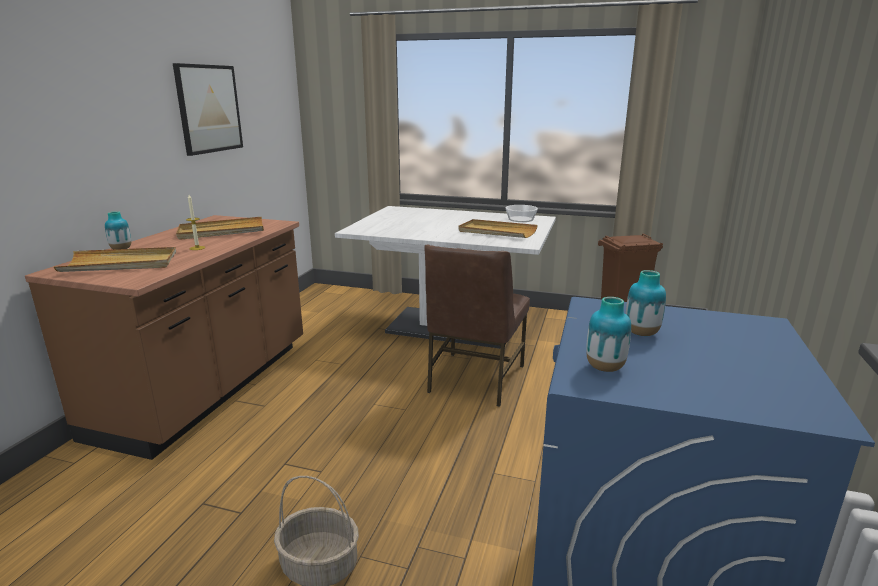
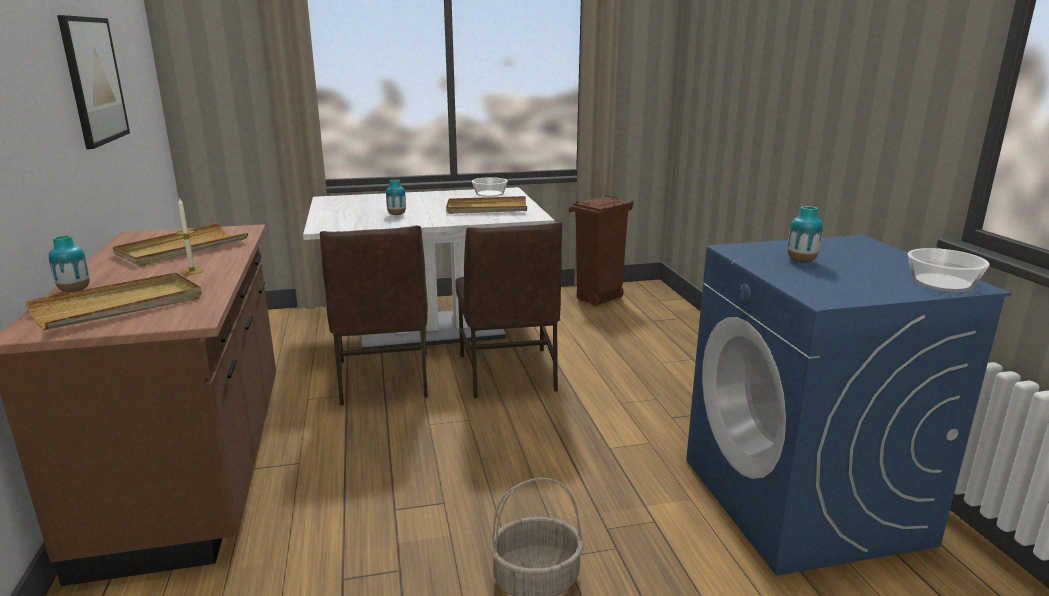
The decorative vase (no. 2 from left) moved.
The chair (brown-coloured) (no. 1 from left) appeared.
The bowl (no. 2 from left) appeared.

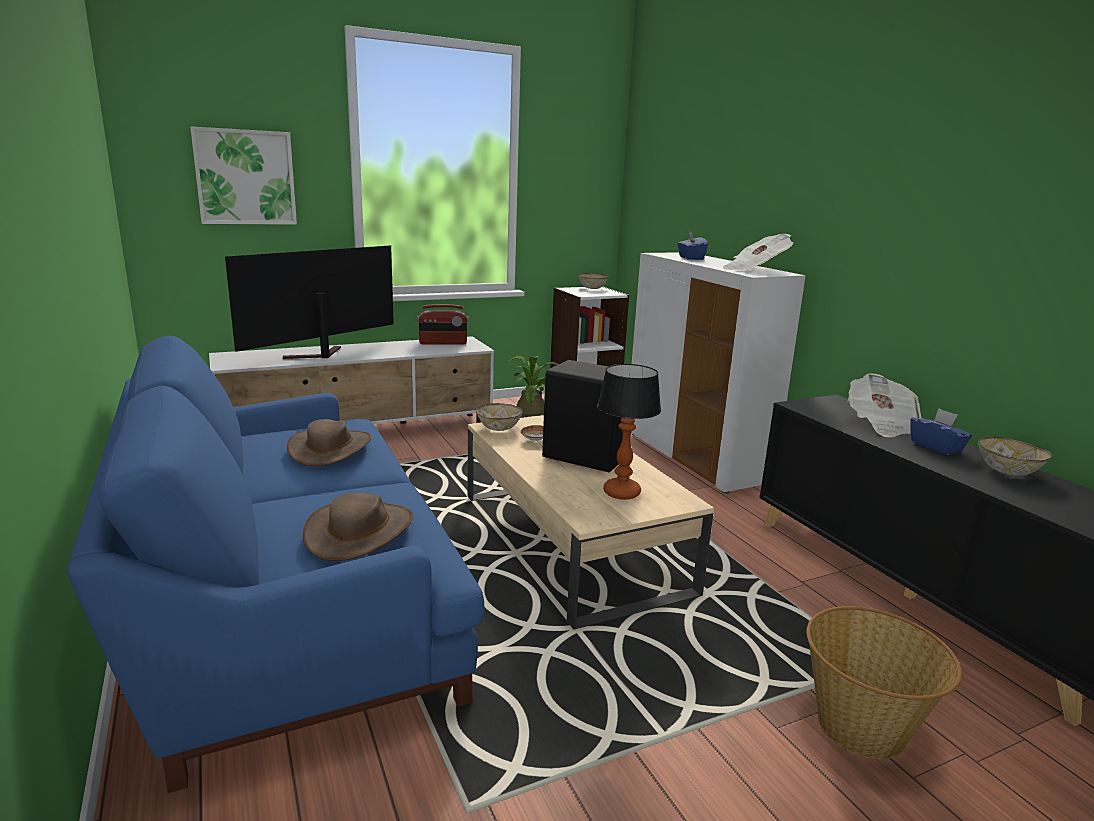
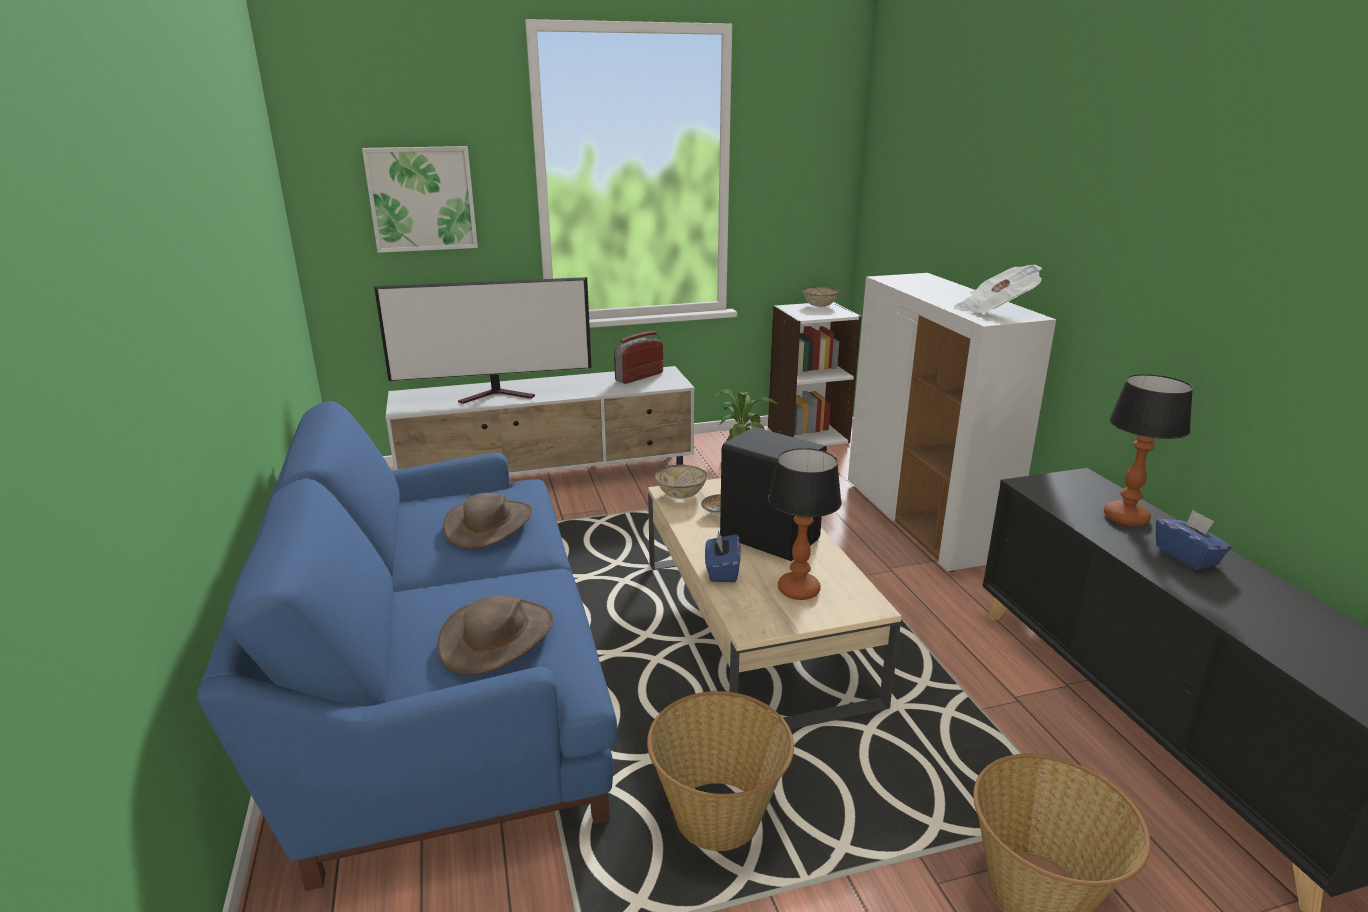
The television turned 150 degrees counterclockwise.
The radio turned 135 degrees clockwise.
The box of tissues (blue) (no. 1 from left) moved.
The daily paper (no. 2 from left) was replaced by the table lamp (no. 2 from left).
The bowl (no. 4 from left) disappeared.
The basket (no. 1 from left) appeared.

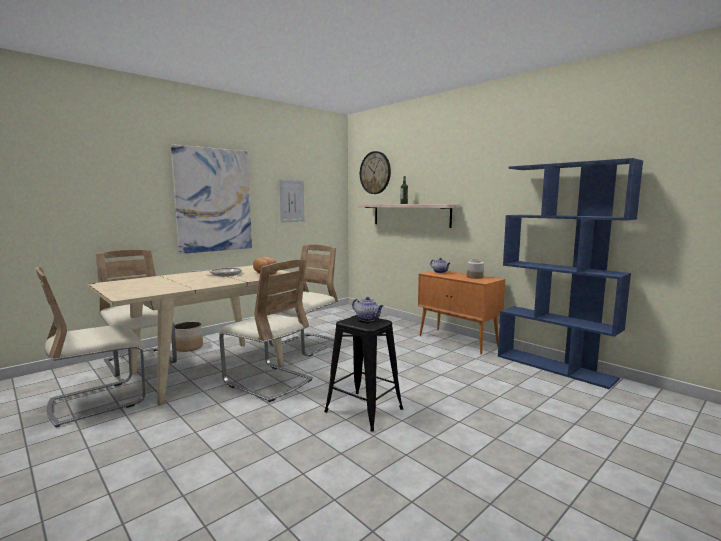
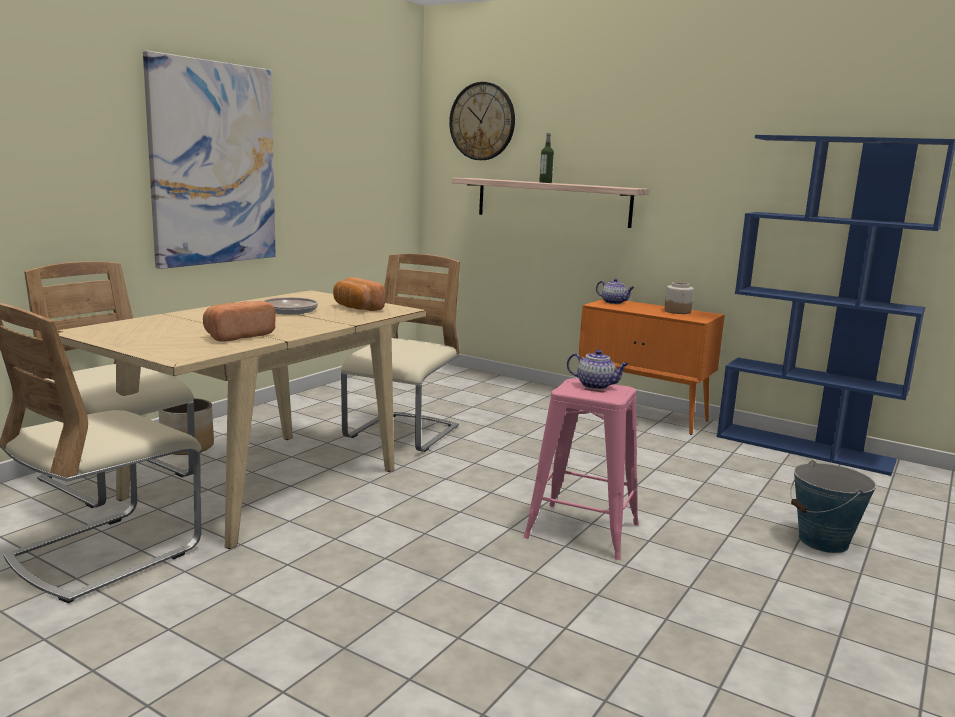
The chair (beige) (no. 3 from left) disappeared.
The wall art (no. 2 from left) disappeared.
The sitting stool (black-coloured) became the sitting stool (pinkish).
The baked bread (no. 1 from left) appeared.
The bucket appeared.

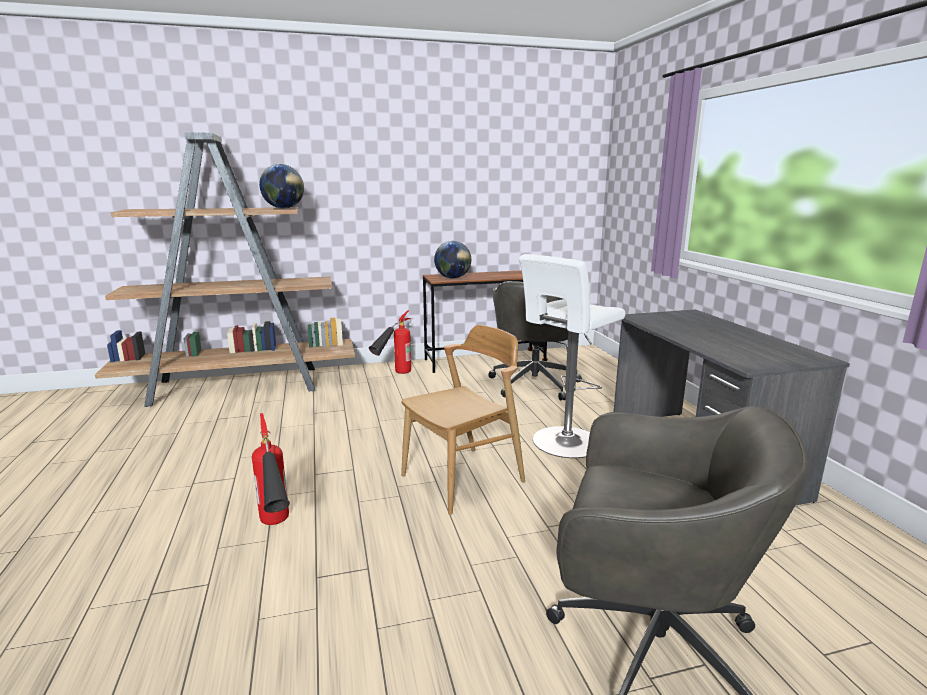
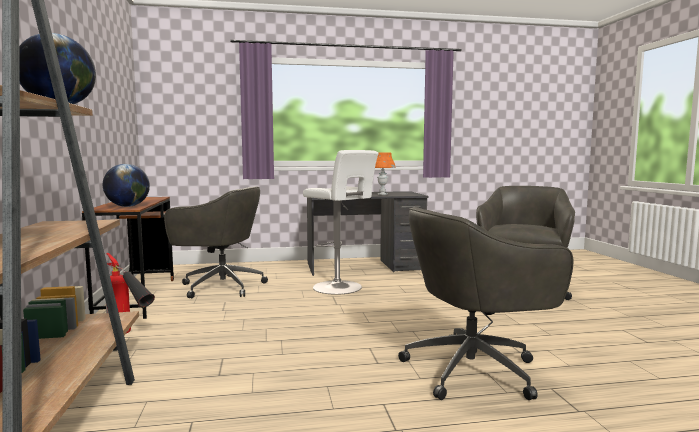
The fire-fighting cylinder (no. 1 from left) was replaced by the office chair (gray) (no. 2 from left).
The chair (brown-coloured) disappeared.
The table lamp (orange) appeared.

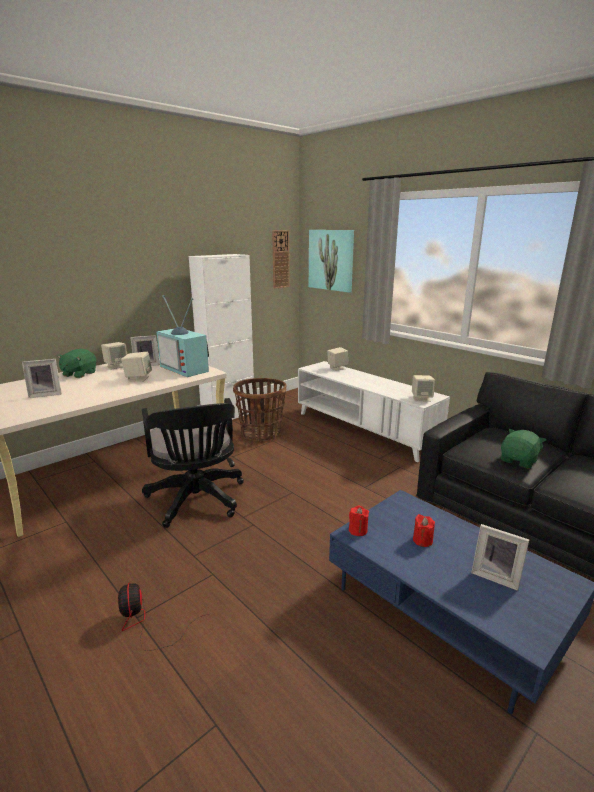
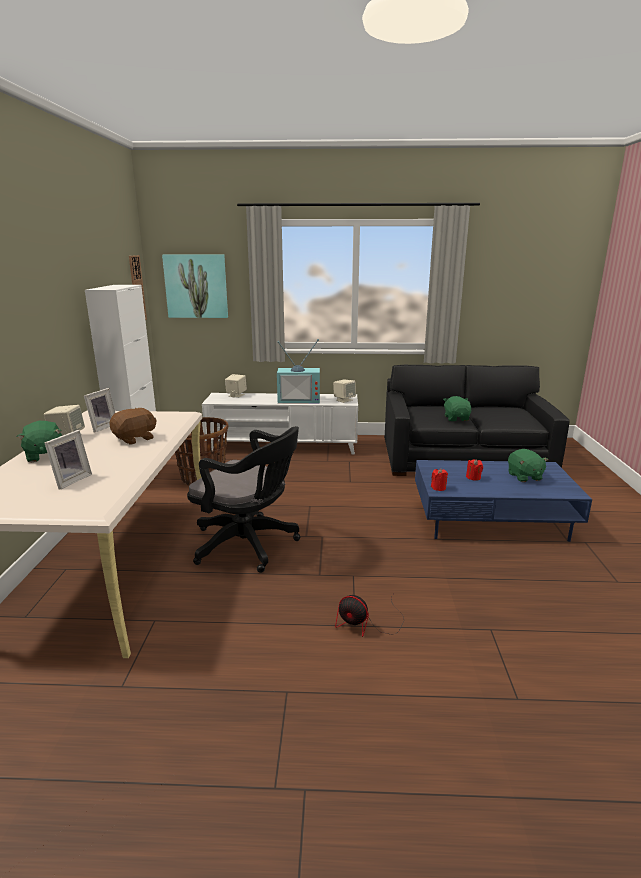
The loudspeaker (beige) (no. 2 from left) was replaced by the soft toy (brown-coloured).
The television moved.
The picture frame (no. 3 from left) was replaced by the soft toy (green) (no. 3 from left).

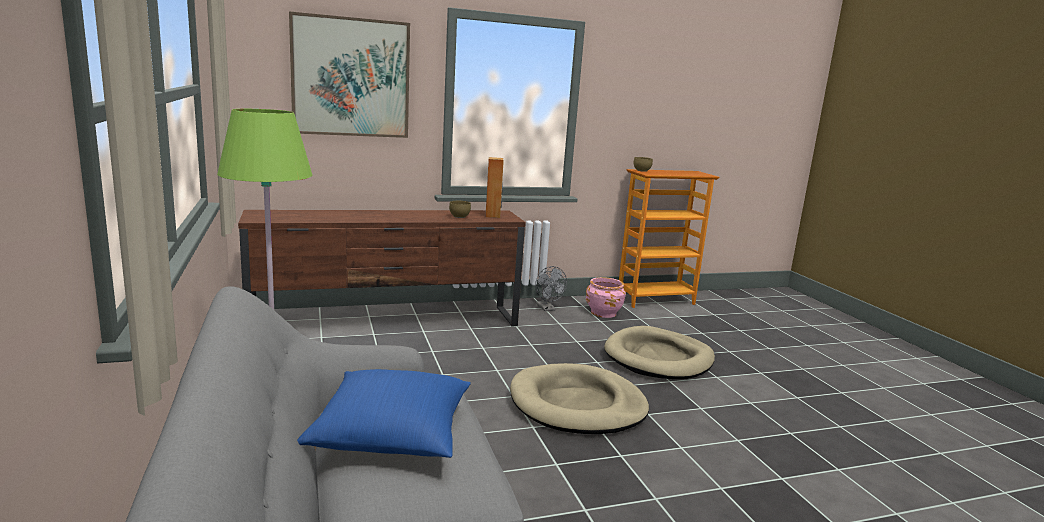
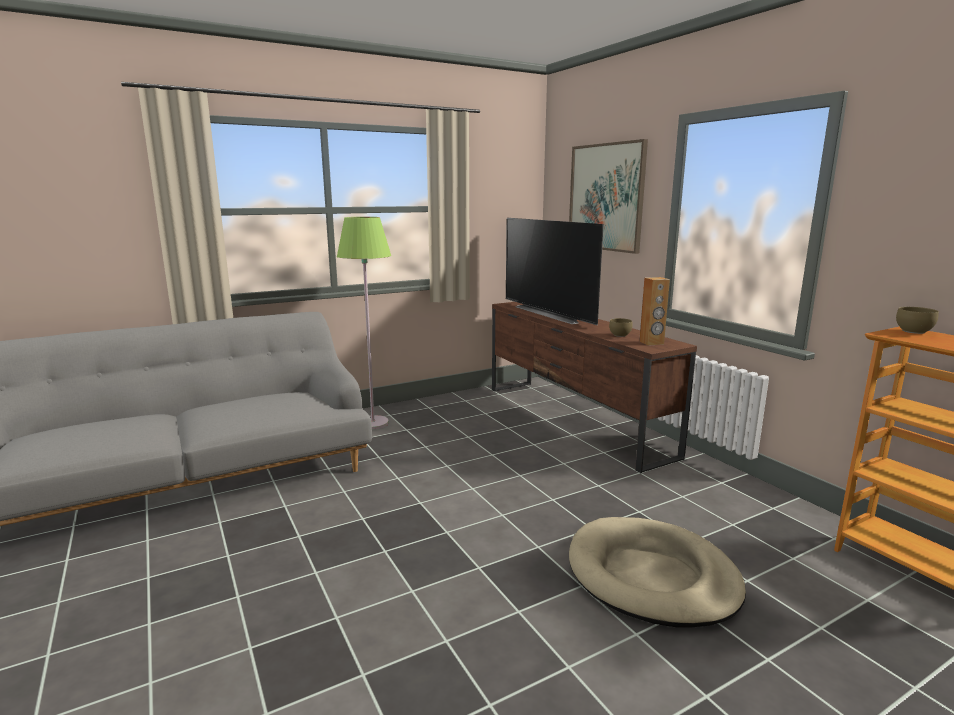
The pillow (blue) disappeared.
The dog cushion (beige) (no. 1 from left) disappeared.
The fan (gray) disappeared.
The planter (pinkish) disappeared.
The television appeared.

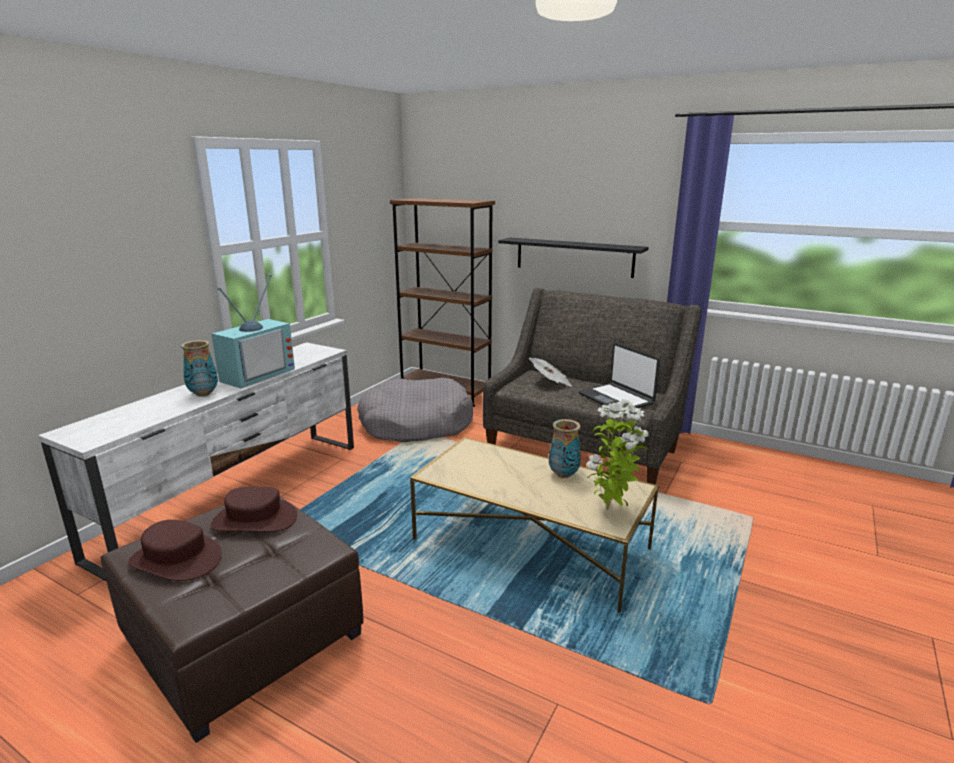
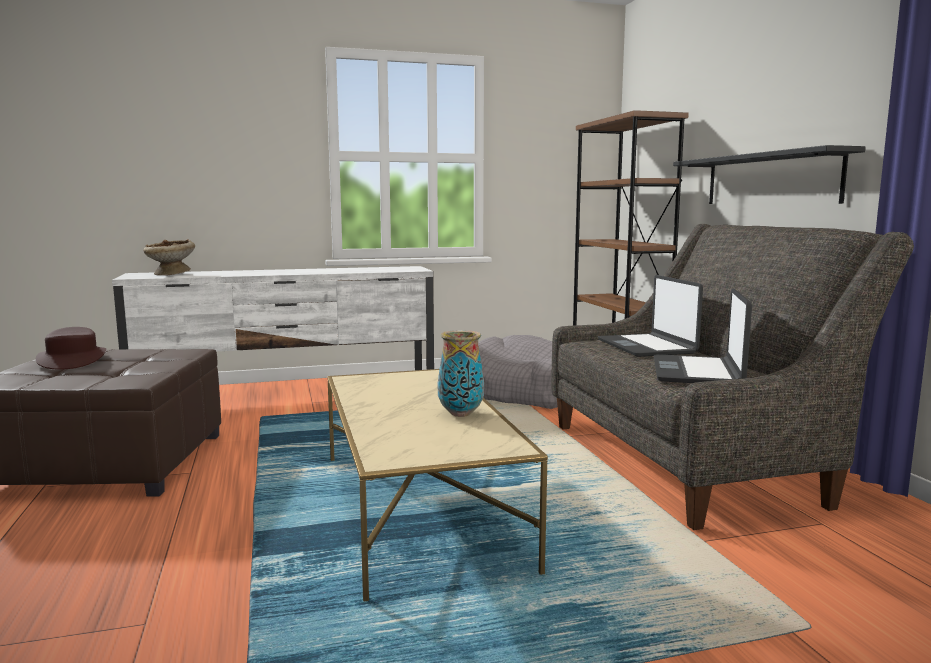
The decorative vase (no. 1 from left) disappeared.
The hat (brown-coloured) (no. 2 from left) disappeared.
The television disappeared.
The daily paper was replaced by the notebook computer (no. 1 from left).
The houseplant disappeared.
The bowl (beige) appeared.

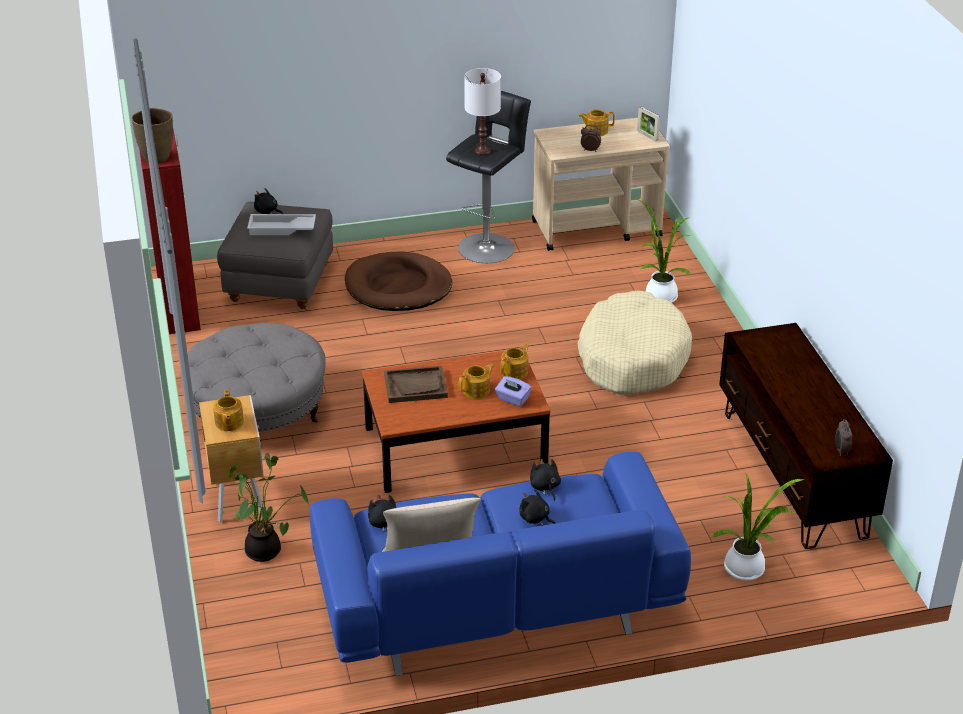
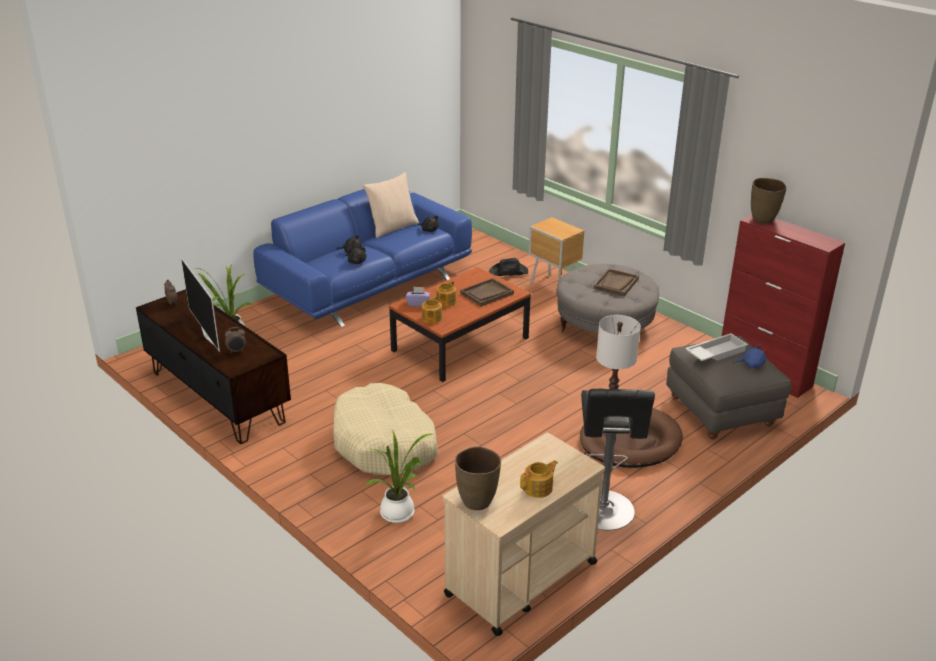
The pot for tea (no. 1 from left) disappeared.
The houseplant (no. 1 from left) was replaced by the hat (black-coloured).
The soft toy (black-coloured) (no. 1 from left) became the soft toy (blue).
The table clock (no. 1 from left in the first image) moved.
The picture frame was replaced by the decorative vase (brown-coloured) (no. 1 from left).
The television appeared.
The serving tray (brown-coloured) (no. 2 from left) appeared.

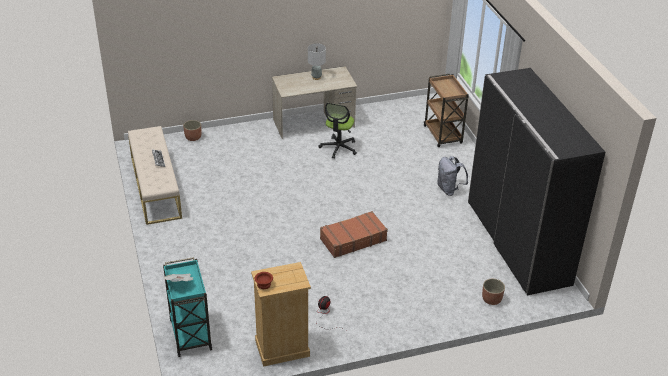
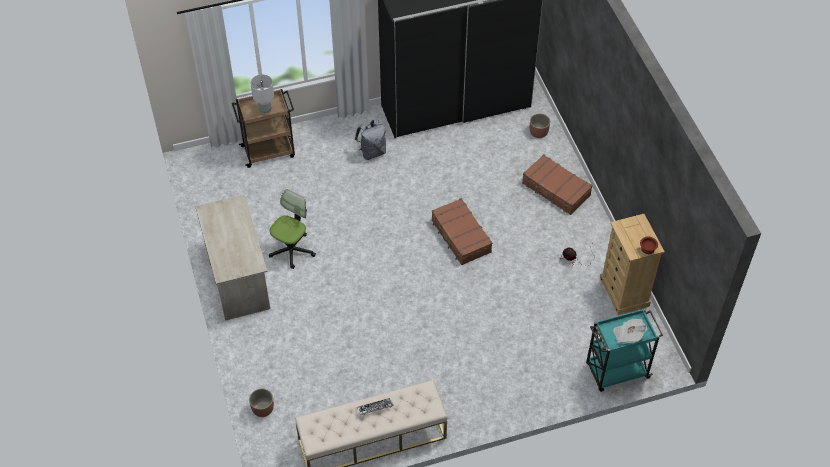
The table lamp (gray) moved.
The office chair turned 75 degrees counterclockwise.
The suitcase (brown-coloured) (no. 2 from left) appeared.

